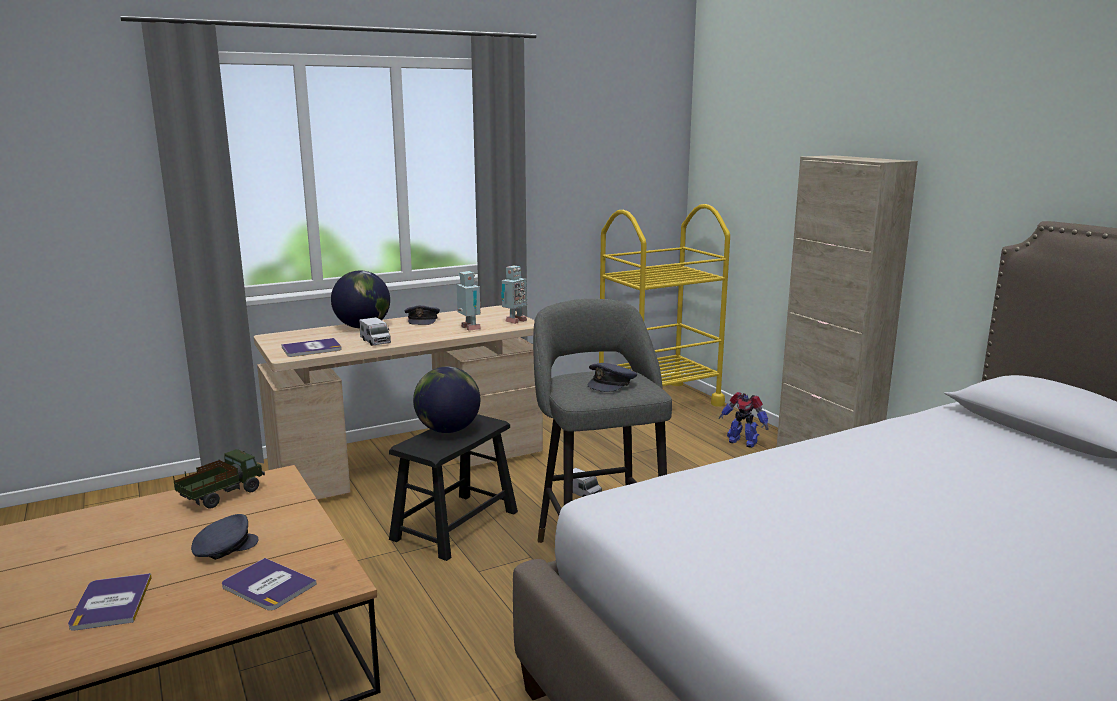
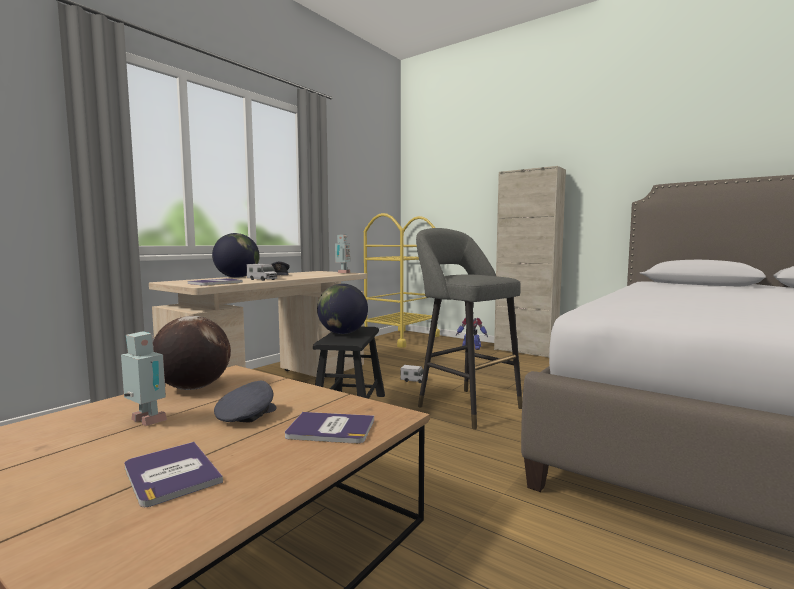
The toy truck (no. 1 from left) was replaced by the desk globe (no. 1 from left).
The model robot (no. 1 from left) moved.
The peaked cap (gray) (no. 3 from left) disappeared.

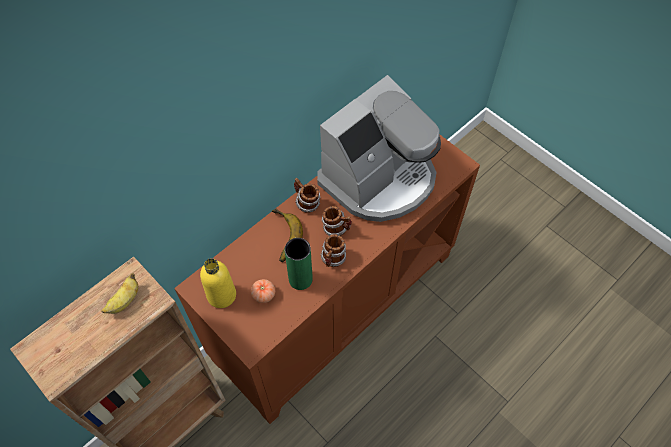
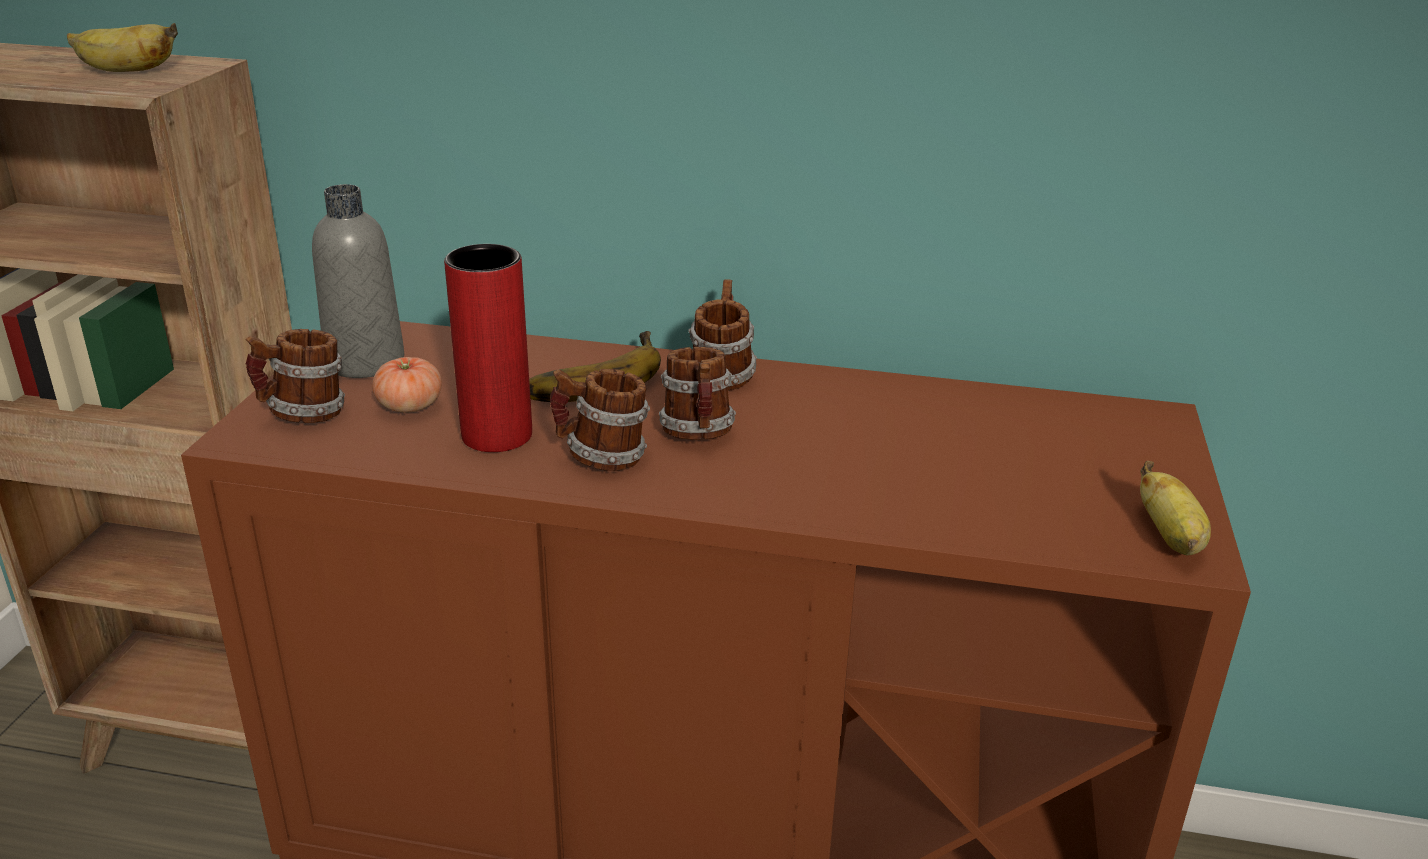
The beverage bottle (yellow-coloured) became the beverage bottle (gray).
The decorative vase (green) became the decorative vase (red-coloured).
The coffee maker disappeared.
The coffee mug (no. 1 from left) appeared.
The banana fruit (no. 3 from left) appeared.

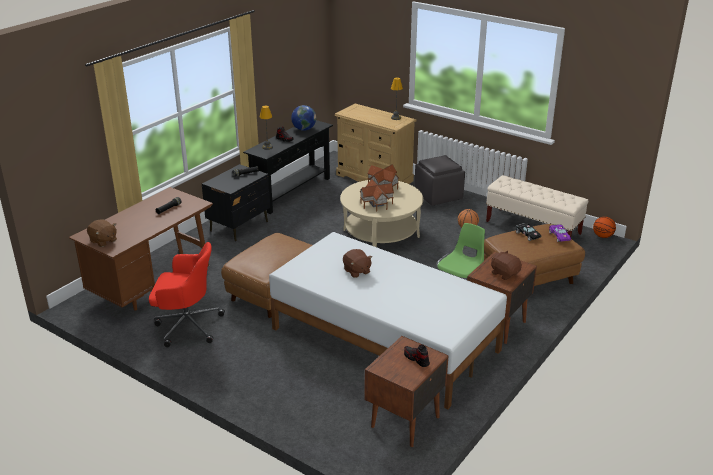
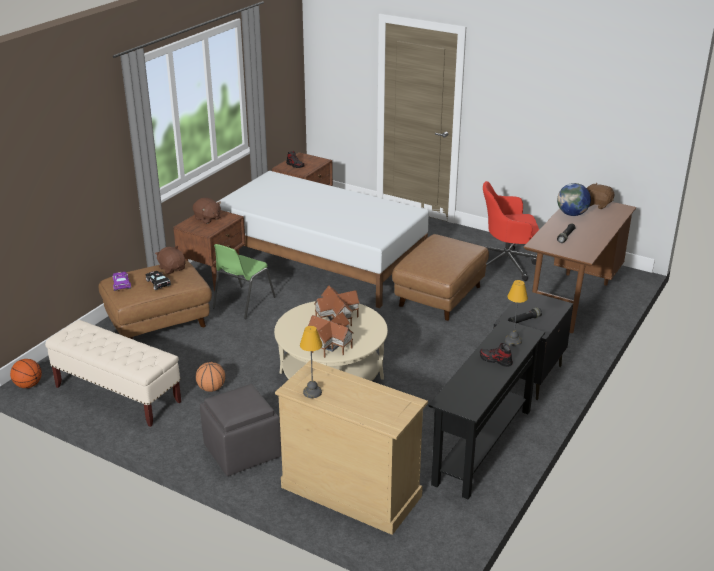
The desk globe moved.
The soft toy (brown-coloured) (no. 2 from left in the first image) moved.

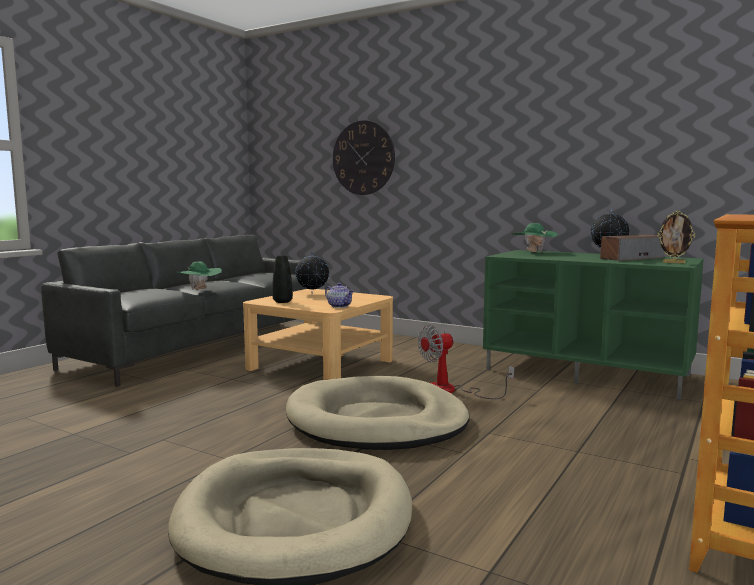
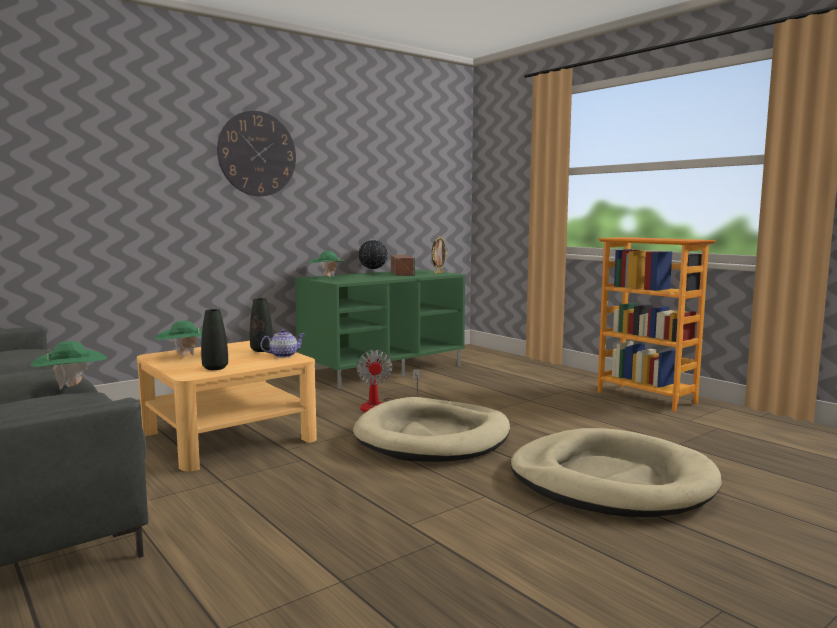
The desk globe (no. 1 from left) was replaced by the hat (green) (no. 2 from left).
The wall clock moved.
The decorative vase (black-coloured) (no. 2 from left) appeared.

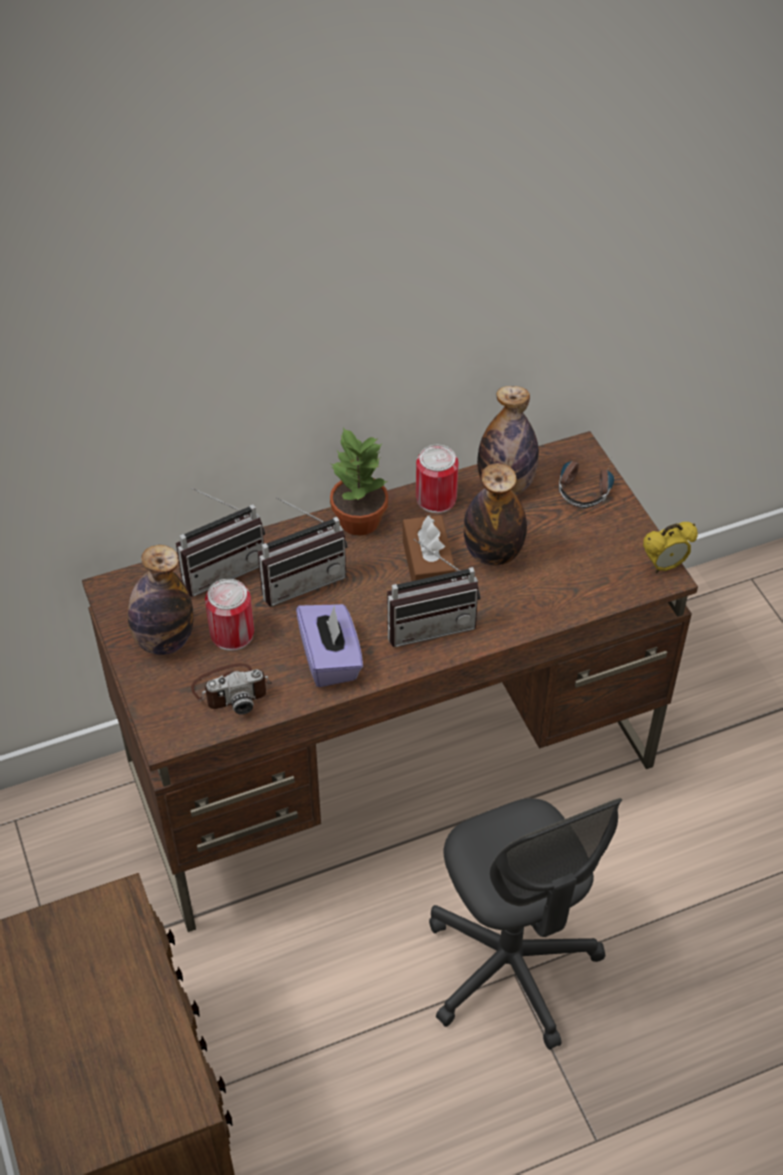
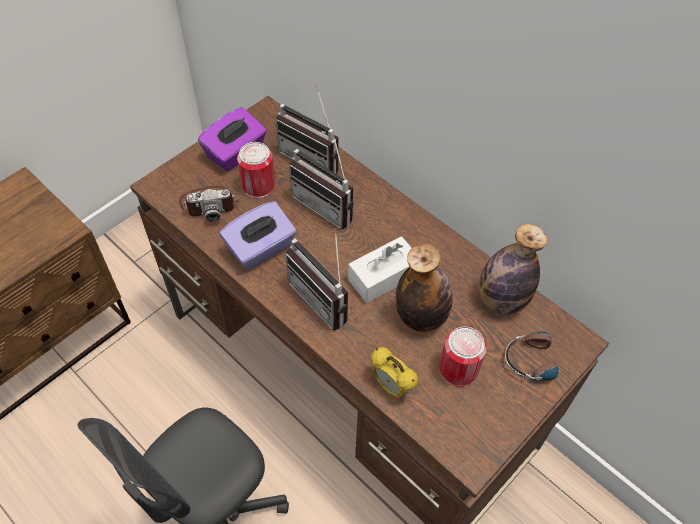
The beverage bottle (no. 1 from left) was replaced by the box of tissues (purple) (no. 1 from left).
The still camera turned 60 degrees counterclockwise.
The houseplant disappeared.
The box of tissues (brown-coloured) became the box of tissues (white-coloured).
The sealed can (no. 2 from left) moved.
The table clock moved.

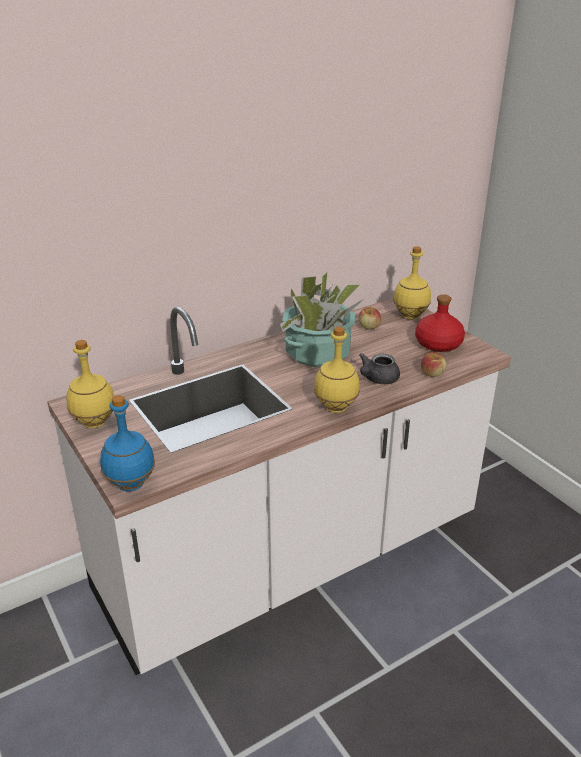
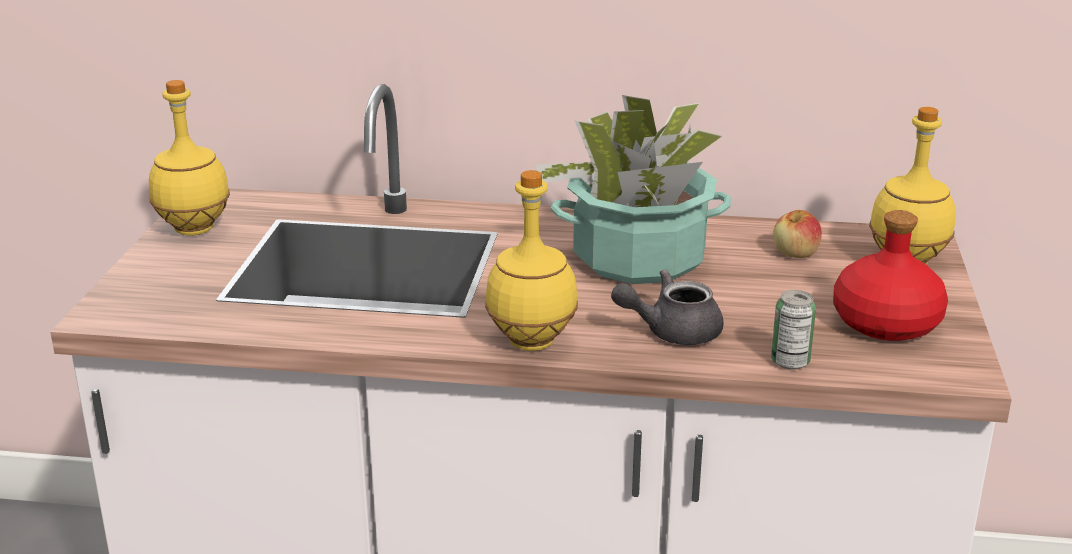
The beverage bottle (blue) disappeared.
The apple fruit (no. 2 from left) was replaced by the sealed can.

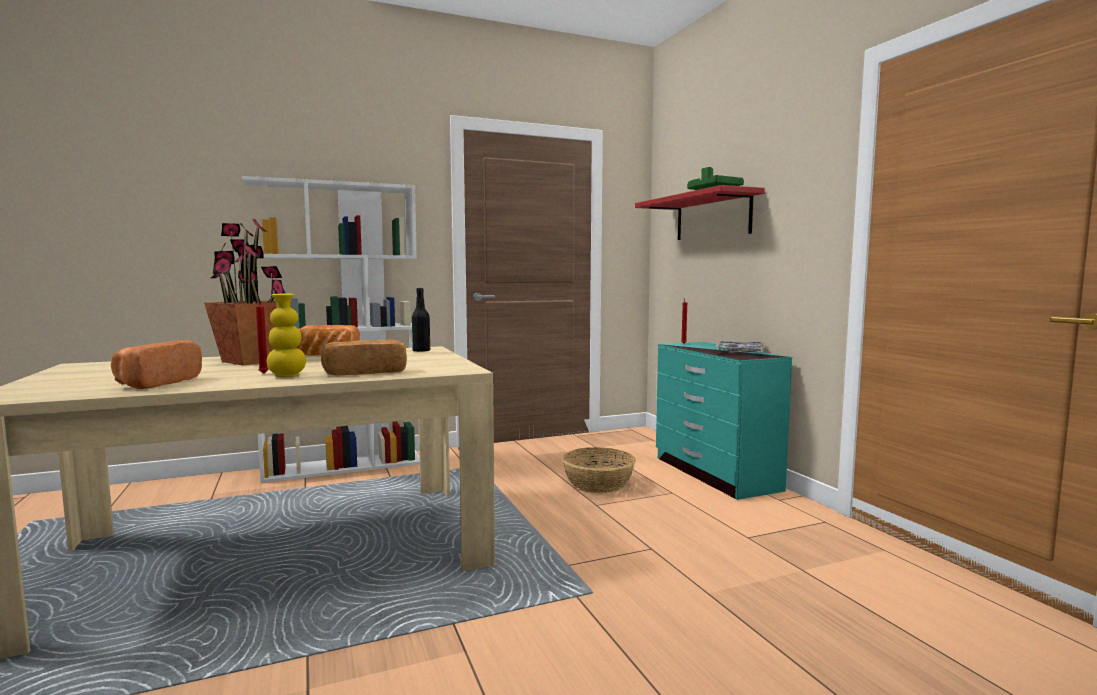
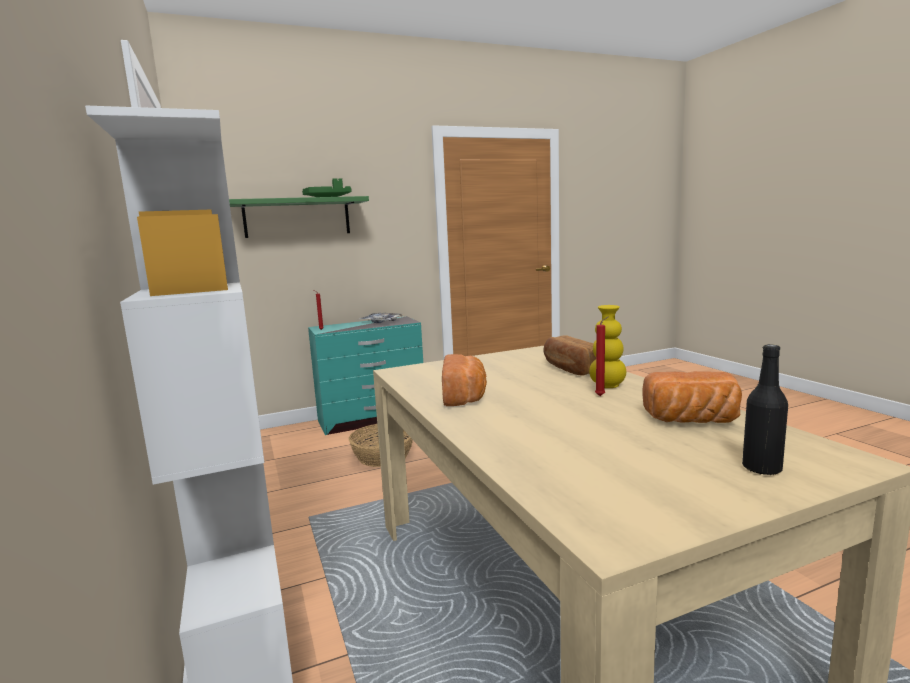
The houseplant disappeared.
The beverage bottle (black-coloured) moved.
The wall shelf (red-coloured) became the wall shelf (green).

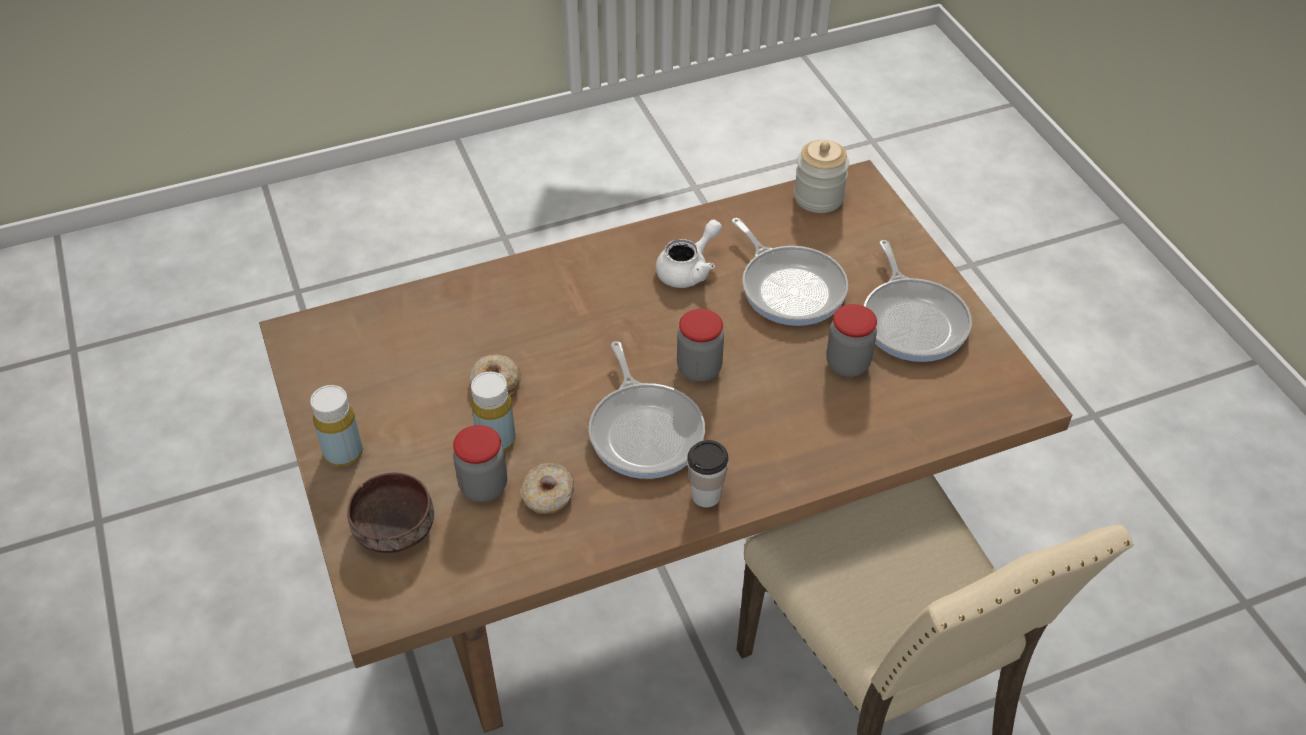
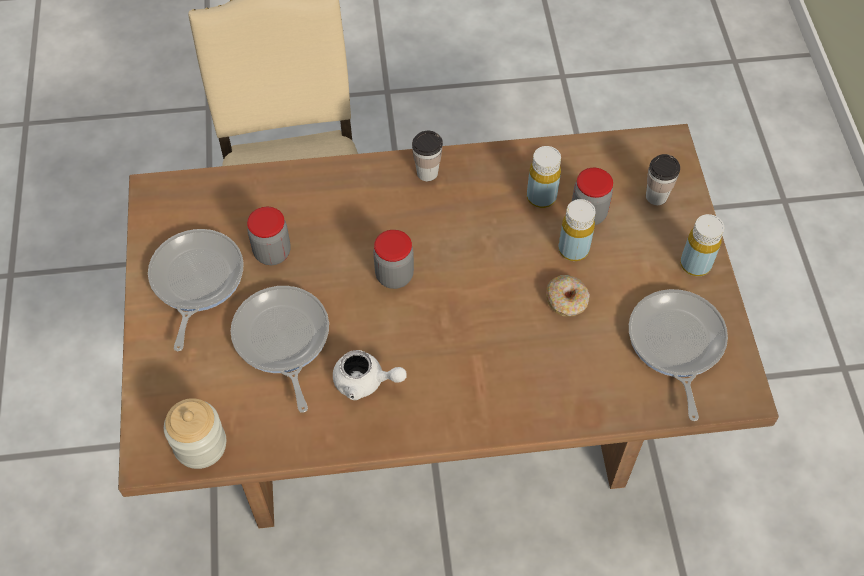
The bowl (brown-coloured) was replaced by the small cup (no. 2 from left).
The donut (no. 2 from left) was replaced by the beverage bottle (yellow-coloured) (no. 1 from left).
The frying pan (no. 1 from left in the first image) moved.
The pot for tea (white-coloured) turned 135 degrees counterclockwise.

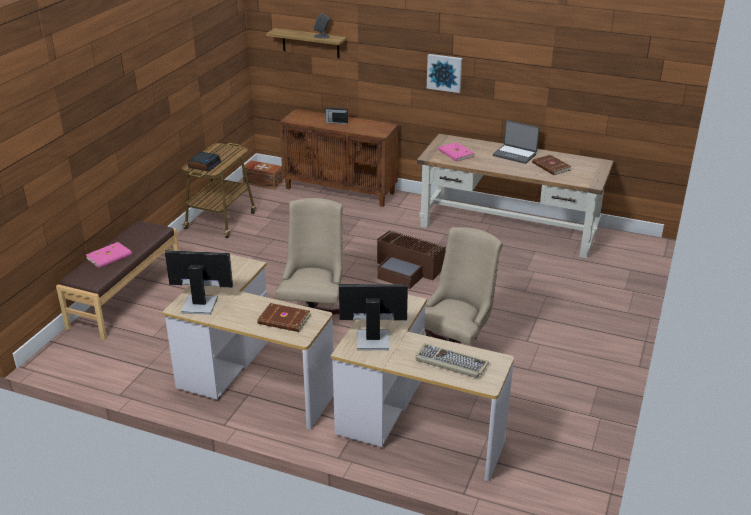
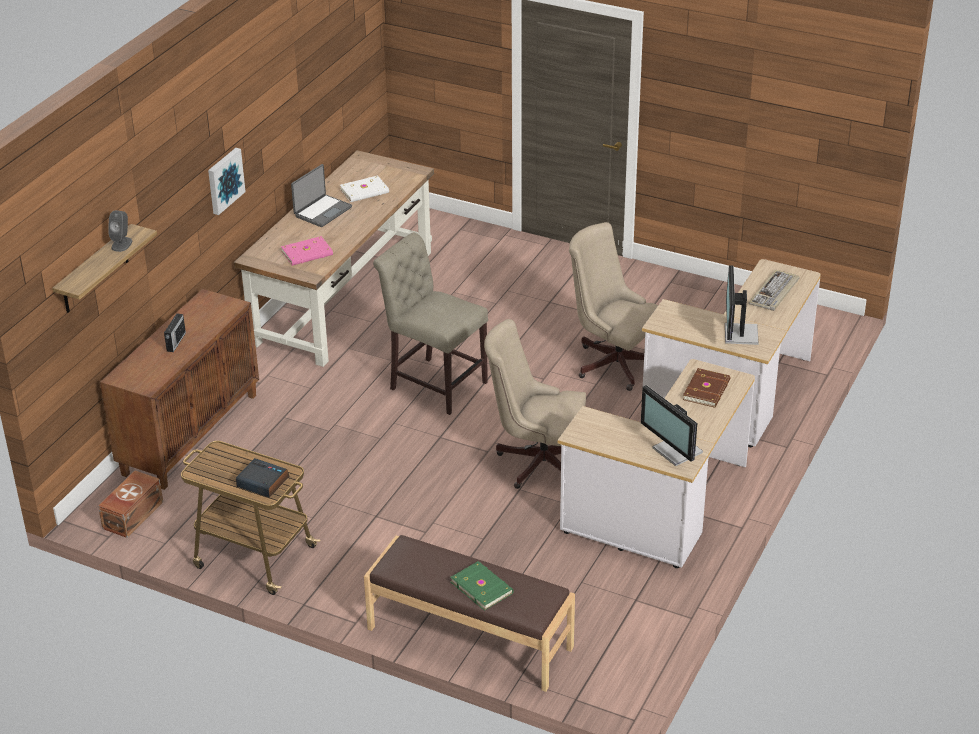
The book (pinkish) (no. 1 from left) became the book (green).
The computer display (no. 1 from left) turned 45 degrees counterclockwise.
The storage container (brown-coloured) (no. 2 from left) was replaced by the chair (beige).
The book (brown-coloured) (no. 2 from left) became the book (white-coloured).

